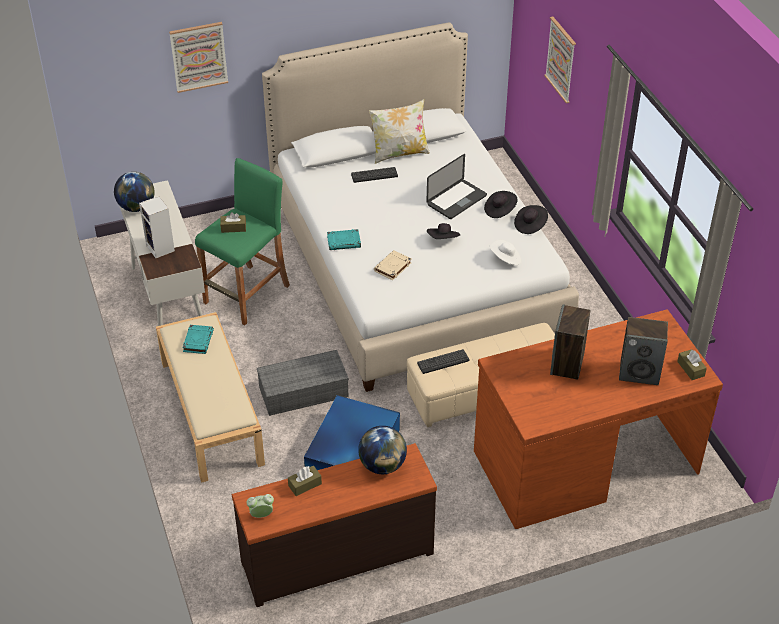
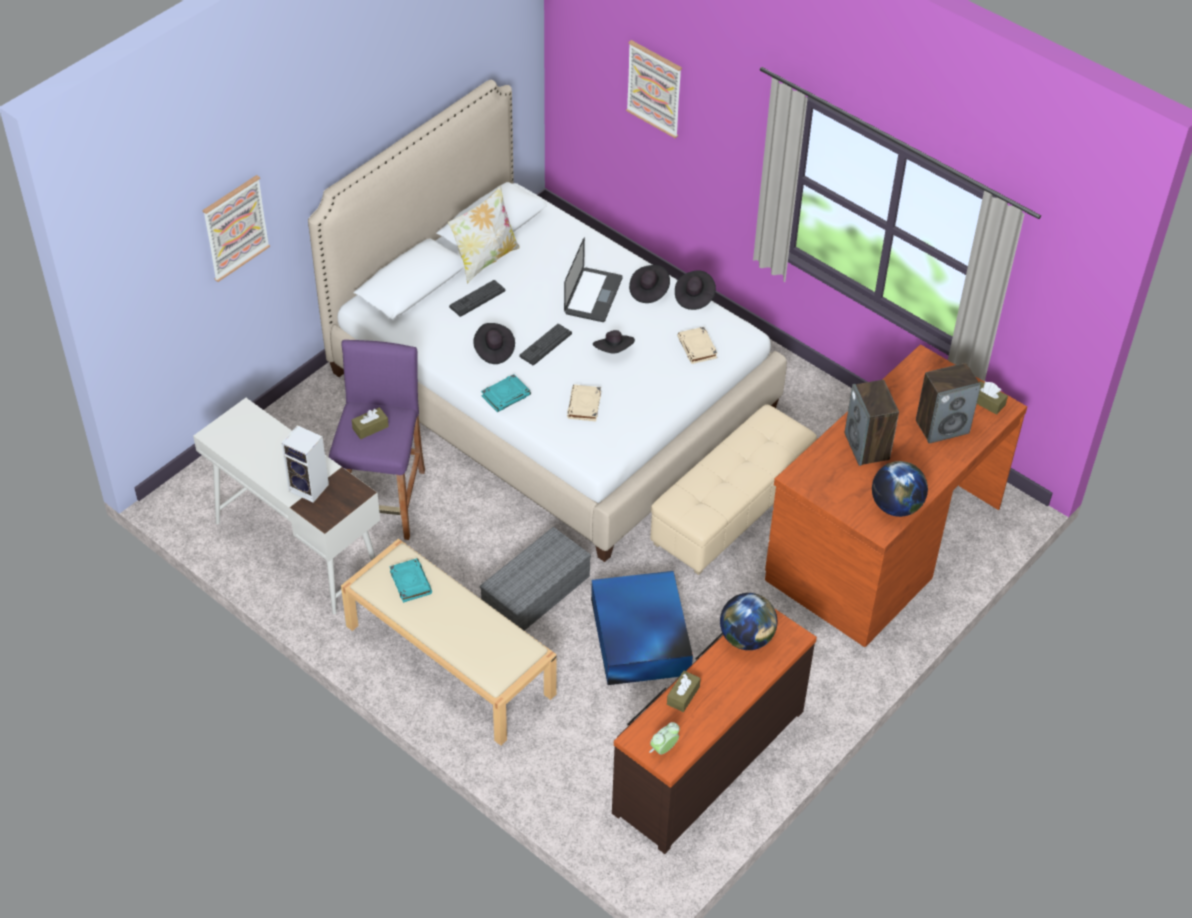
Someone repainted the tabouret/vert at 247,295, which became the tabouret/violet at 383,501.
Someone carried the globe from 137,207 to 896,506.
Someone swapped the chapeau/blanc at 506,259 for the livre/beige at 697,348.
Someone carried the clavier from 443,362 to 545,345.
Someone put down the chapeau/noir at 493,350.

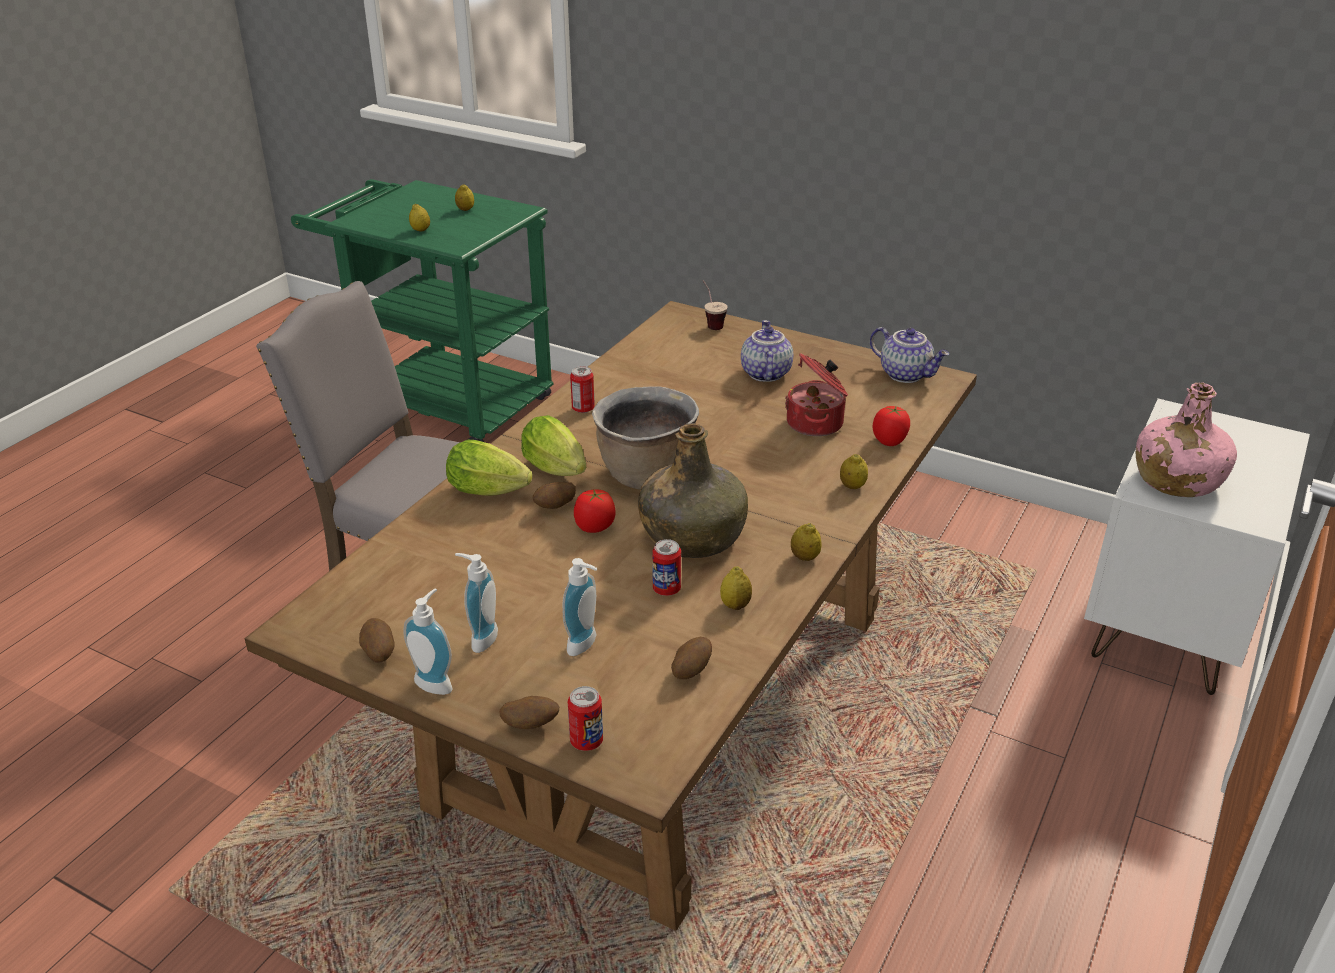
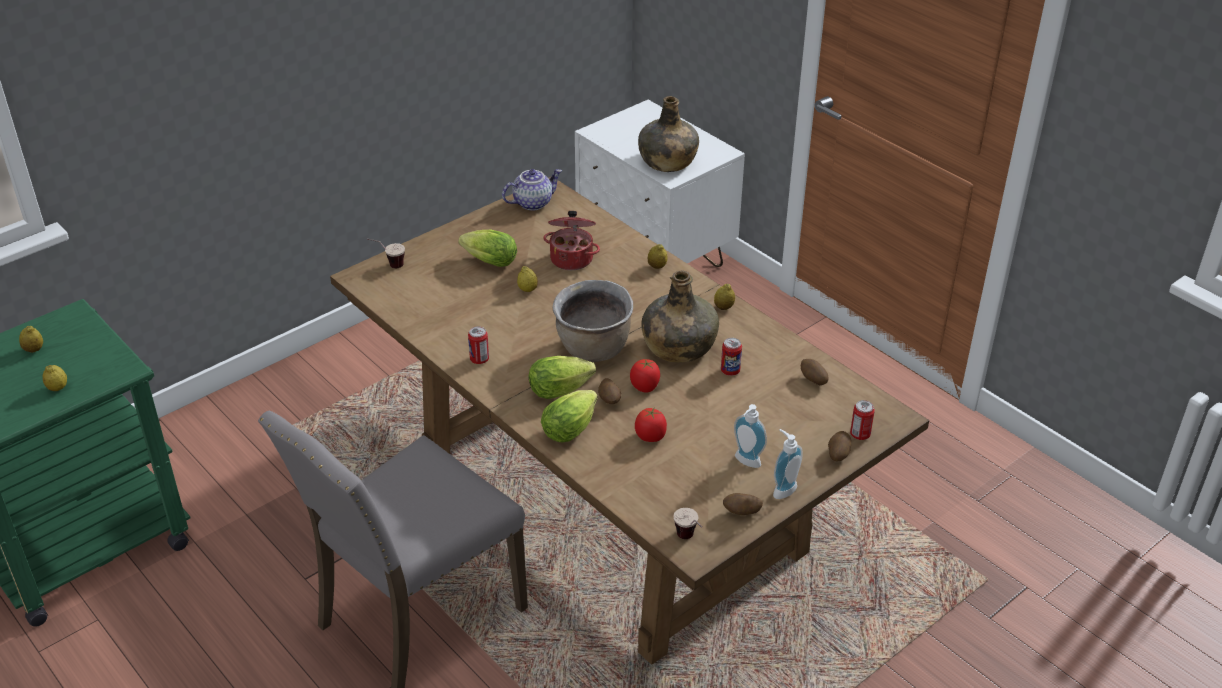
Someone swapped the théière at 764,373 for the laitue at 487,261.
Someone repainted the bouteille/rose at 1176,480, which became the bouteille/vert at 667,161.
Someone carried the tomate from 889,441 to 650,436.
Someone took away the distributeur de savon at 586,645.
Someone carried the citron from 735,605 to 527,290.
Someone put down the tasse at 689,540.

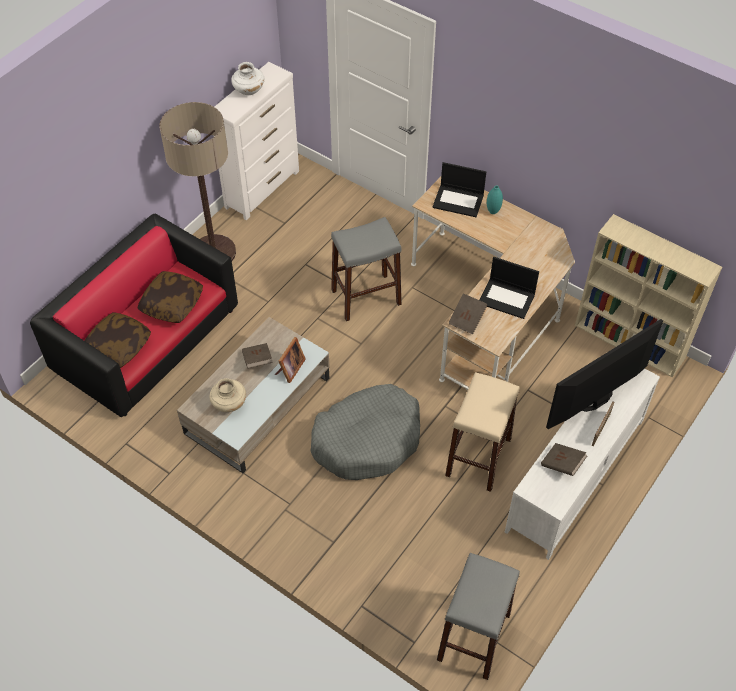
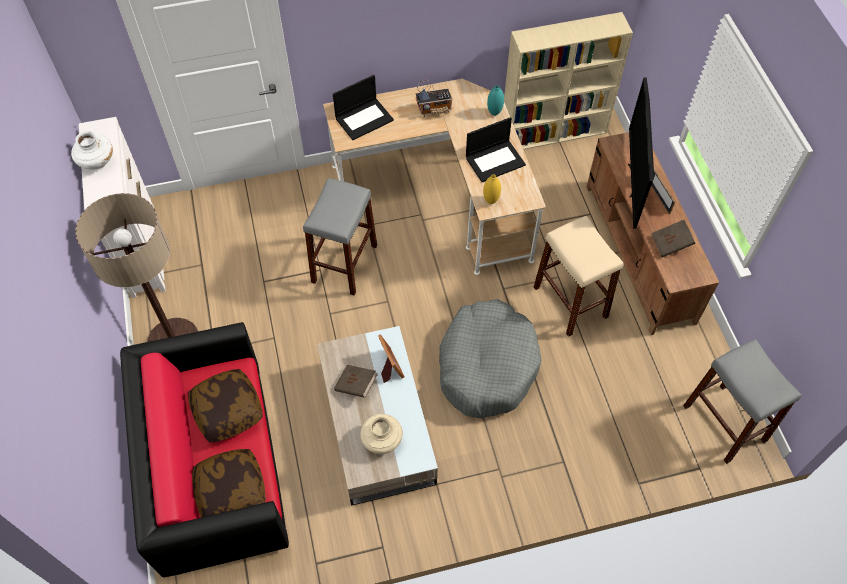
Someone carried the vase/turquoise from 493,211 to 494,112.
Someone swapped the livre/marron at 467,319 for the vase/jaune at 491,200.
Someone repainted the meuble télé/blanc at 575,475, which became the meuble télé/marron at 639,253.
Someone put down the radio at 434,109.

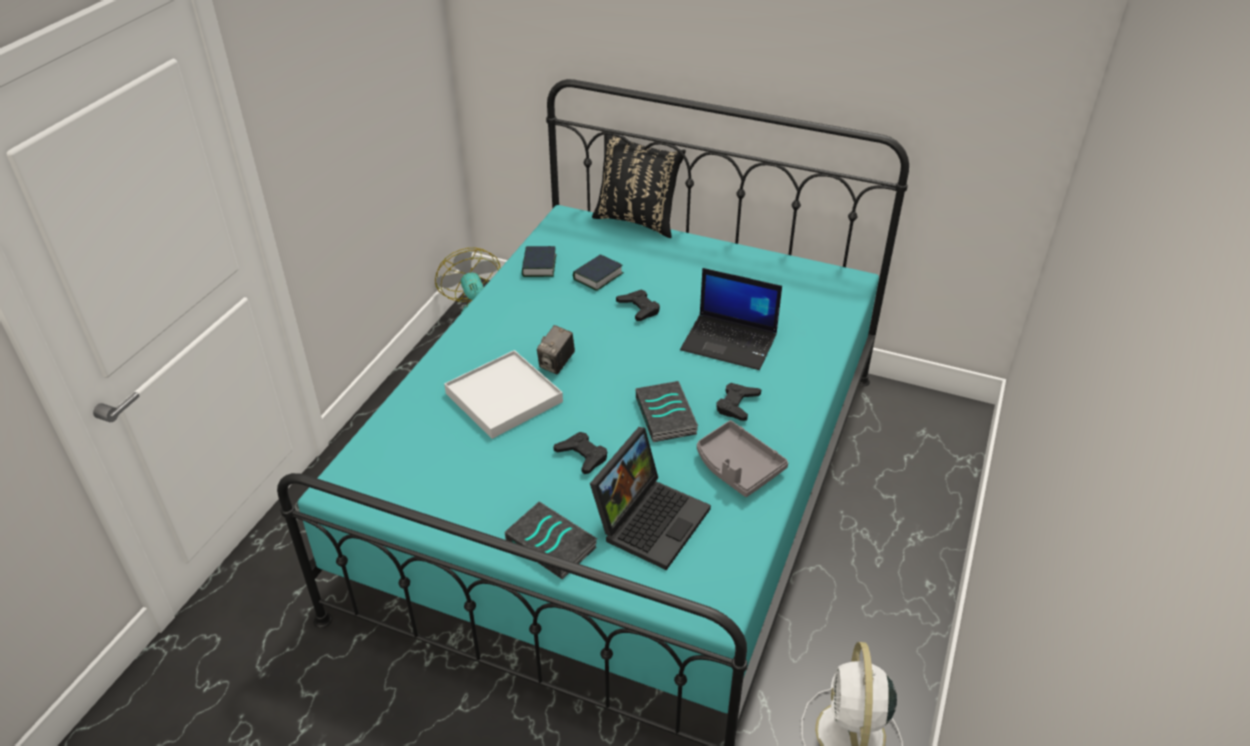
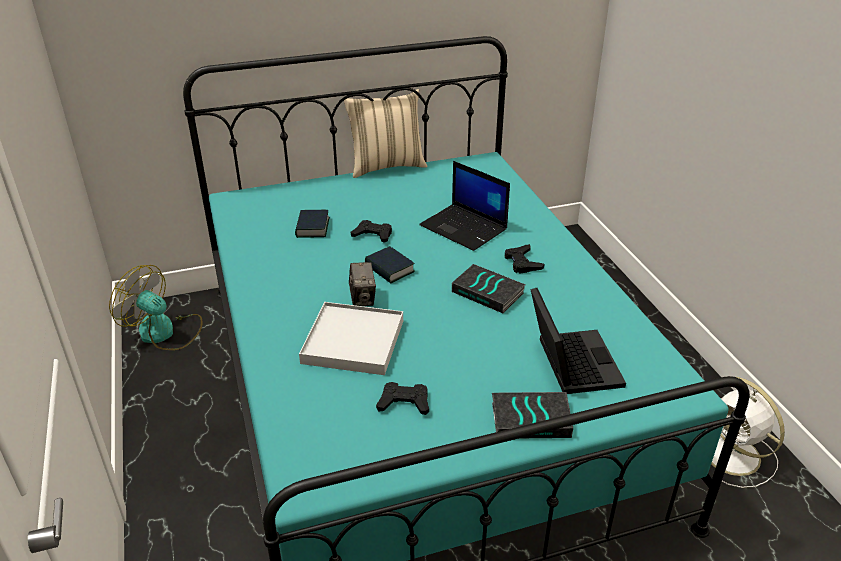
Someone took away the coussin/noir at 637,220.
Someone carried the livre from 539,266 to 389,269.
Someone rotated the ordinateur portable at 730,342 by 60 degrees clockwise.
Someone took away the plateau/gris at 737,467.
Someone carried the manette/noir from 582,456 to 404,402.
Someone put down the coussin/beige at 386,166.

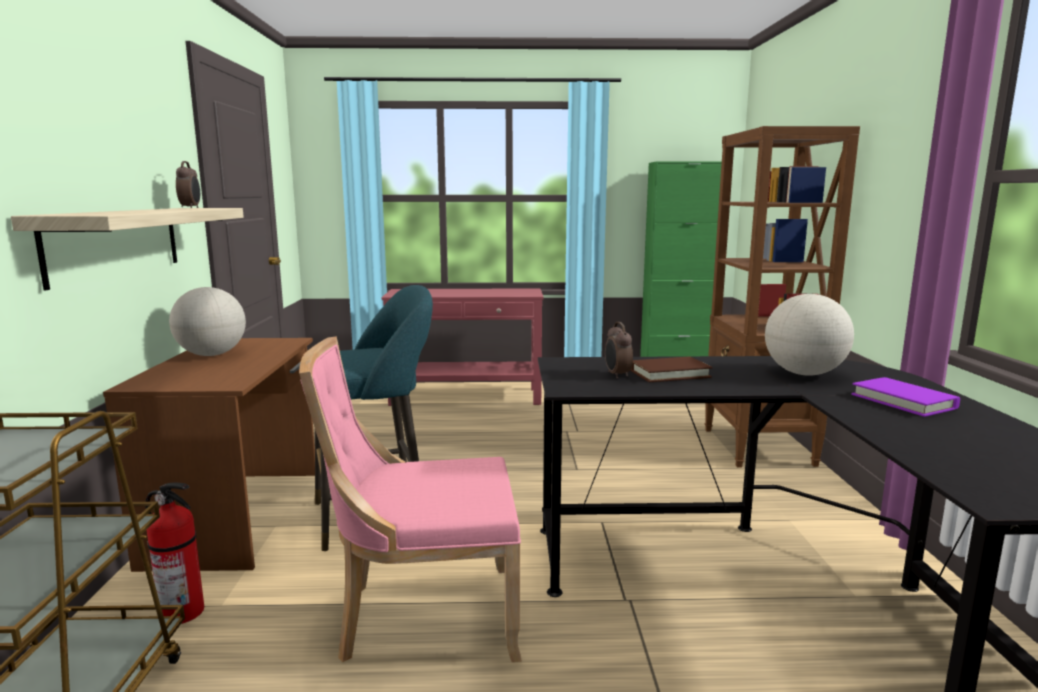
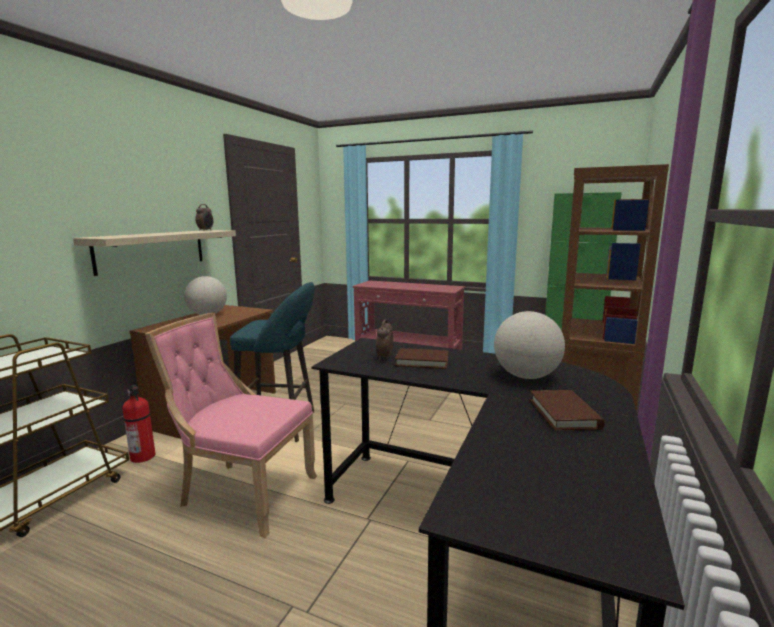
Someone repainted the livre/violet at 903,401, which became the livre/marron at 564,414.

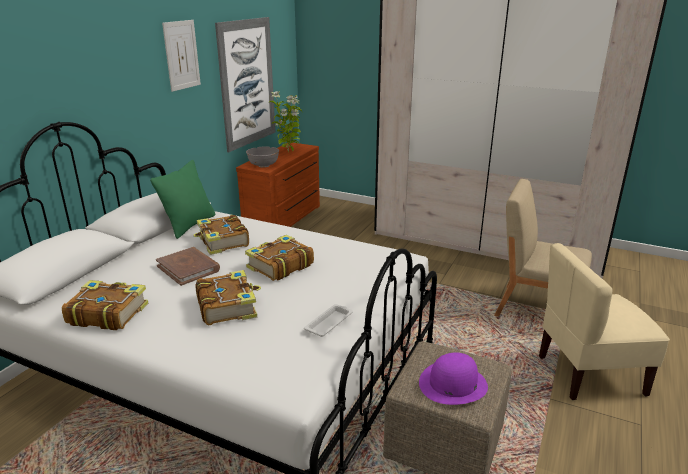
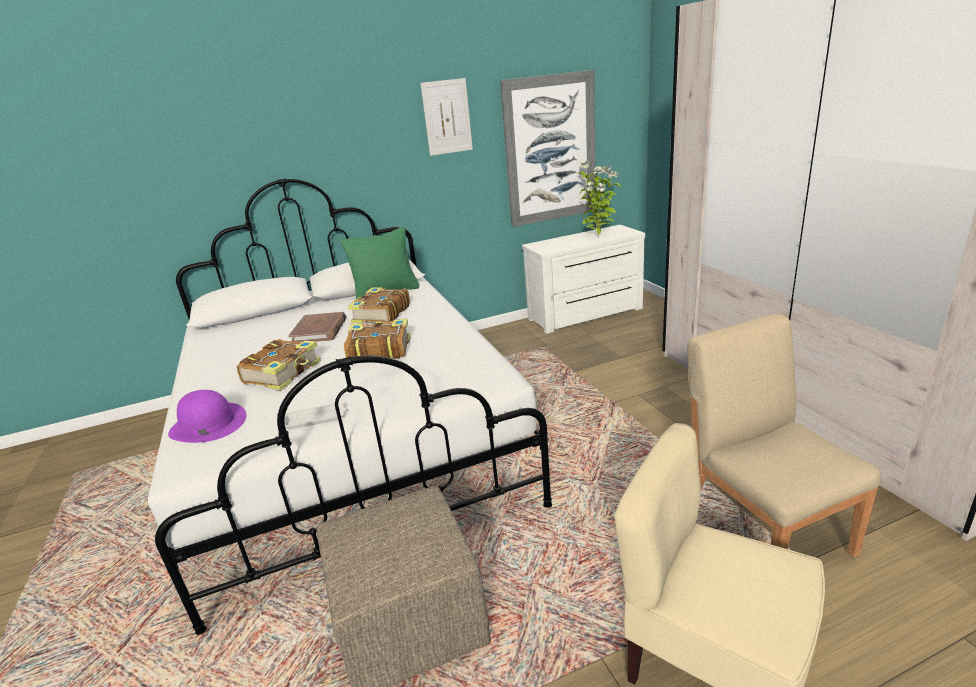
Someone repainted the commode/marron at 285,219, which became the commode/blanc at 586,314.
Someone took away the bol/gris at 263,165.
Someone took away the livre at 107,314.
Someone carried the chapeau/violet from 452,384 to 208,424.

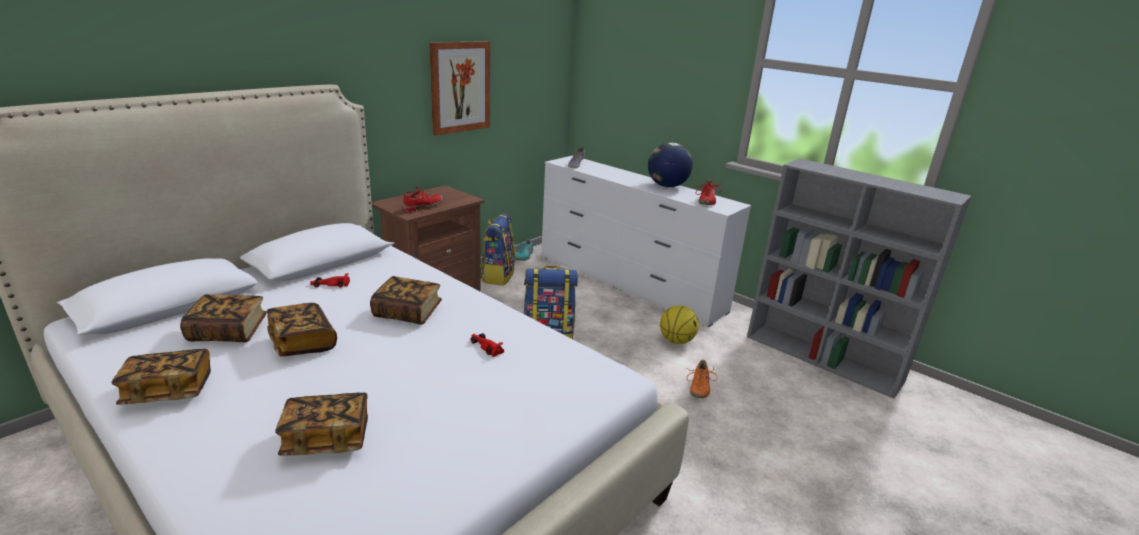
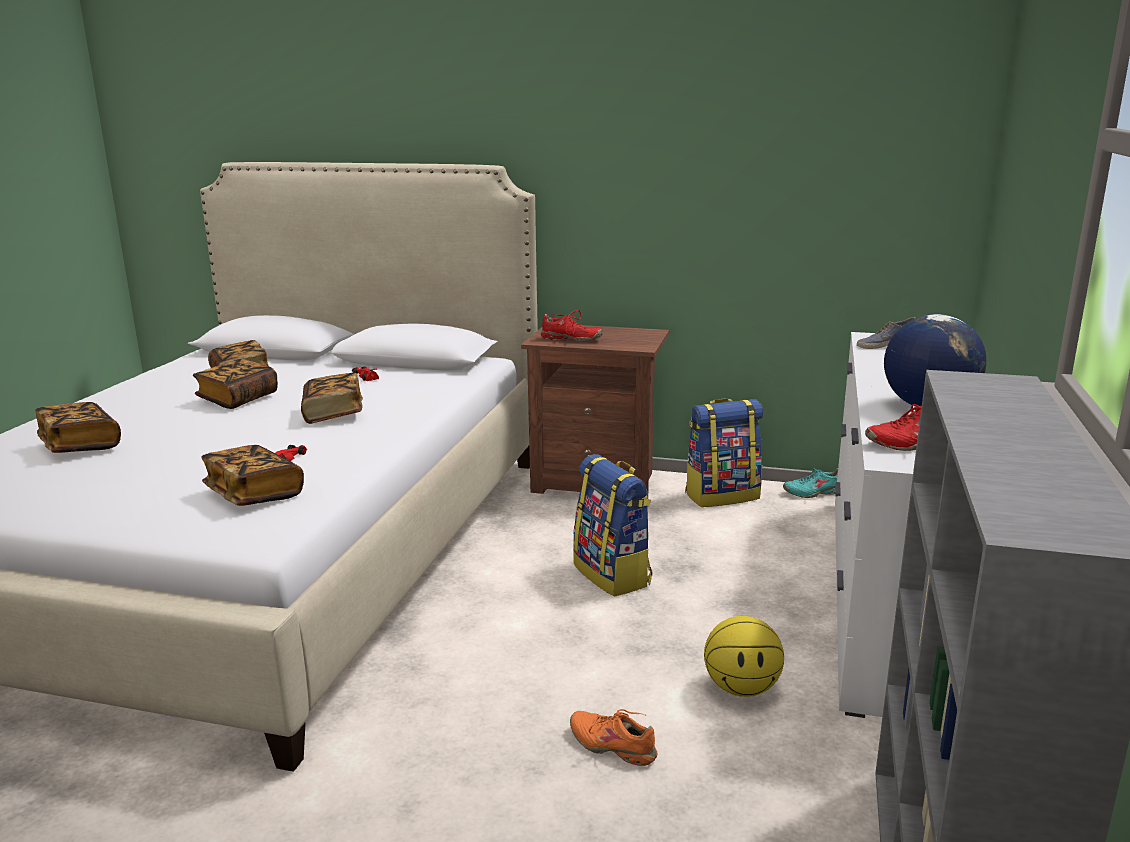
Someone took away the tableau at 460,87.
Someone carried the livre from 169,391 to 254,494.
Someone rotated the chaussure/orange at 699,387 by 45 degrees clockwise.

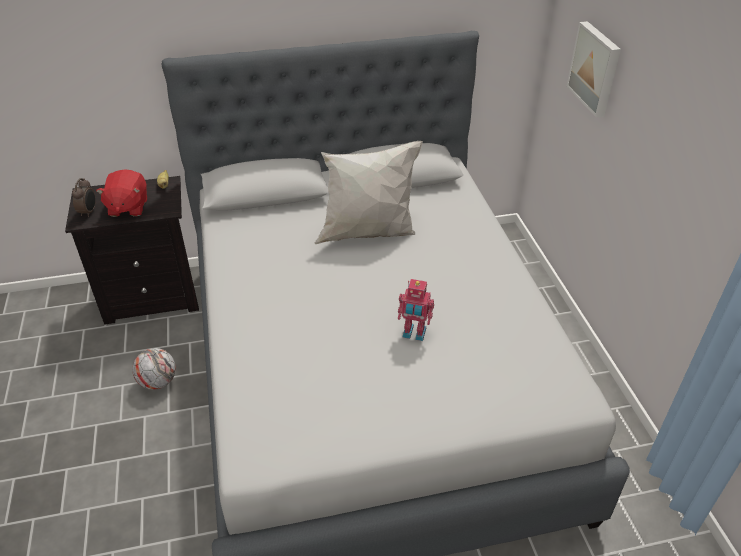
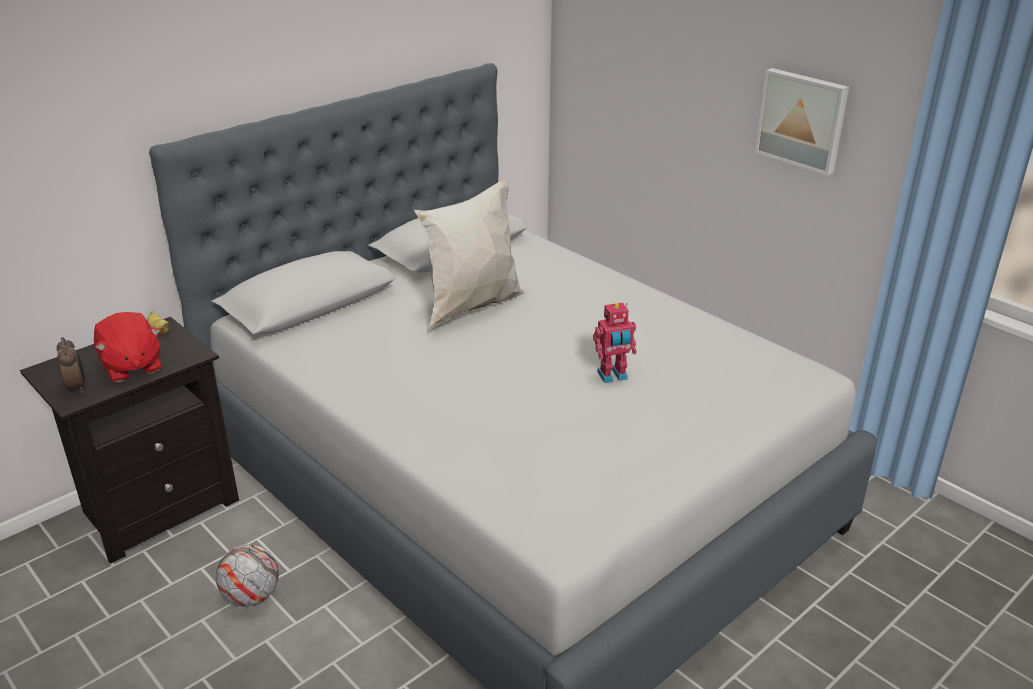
Someone carried the tableau from 595,68 to 802,120.

